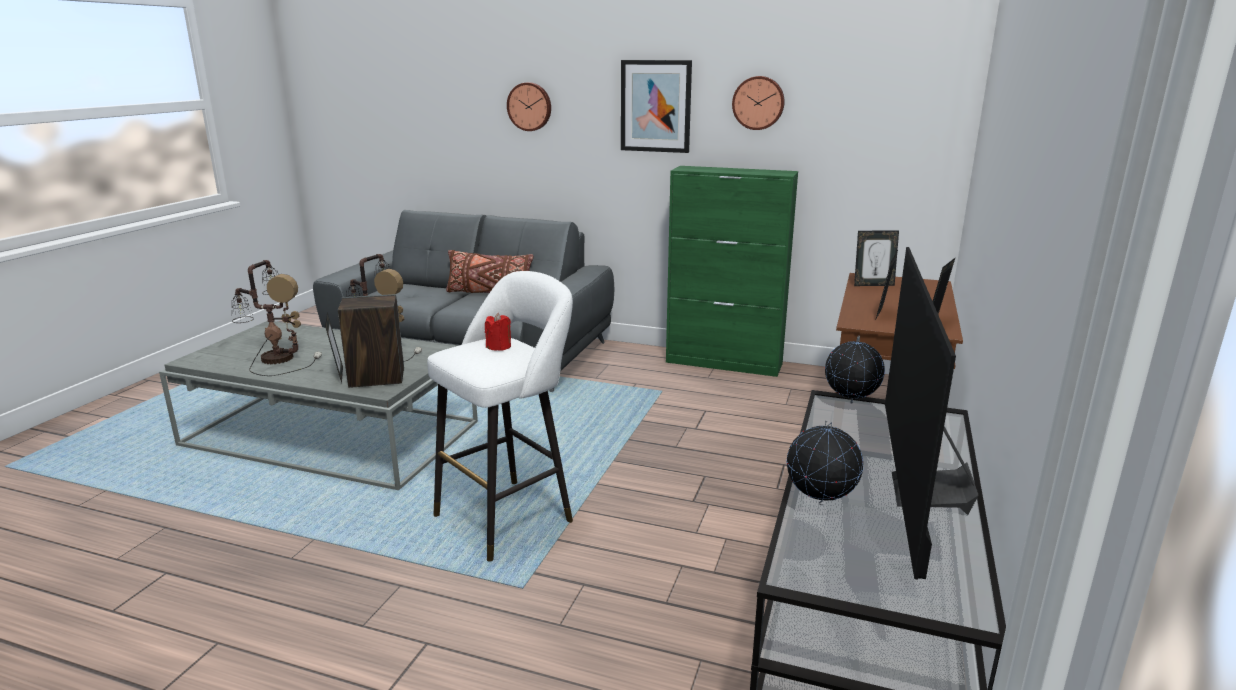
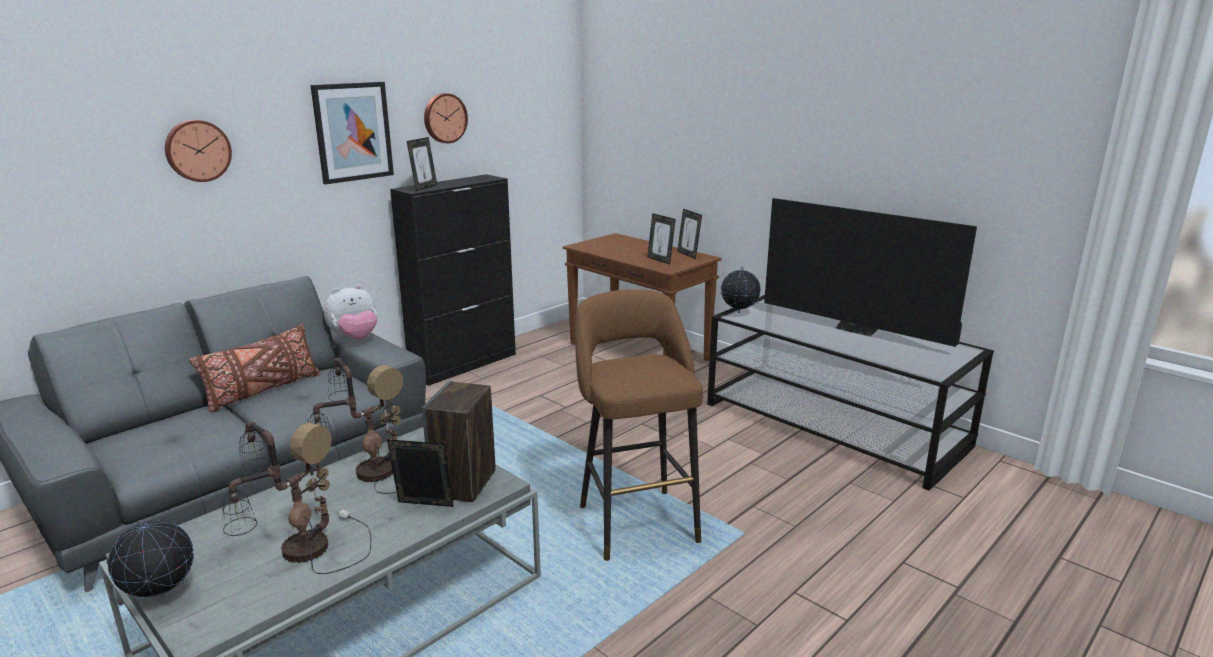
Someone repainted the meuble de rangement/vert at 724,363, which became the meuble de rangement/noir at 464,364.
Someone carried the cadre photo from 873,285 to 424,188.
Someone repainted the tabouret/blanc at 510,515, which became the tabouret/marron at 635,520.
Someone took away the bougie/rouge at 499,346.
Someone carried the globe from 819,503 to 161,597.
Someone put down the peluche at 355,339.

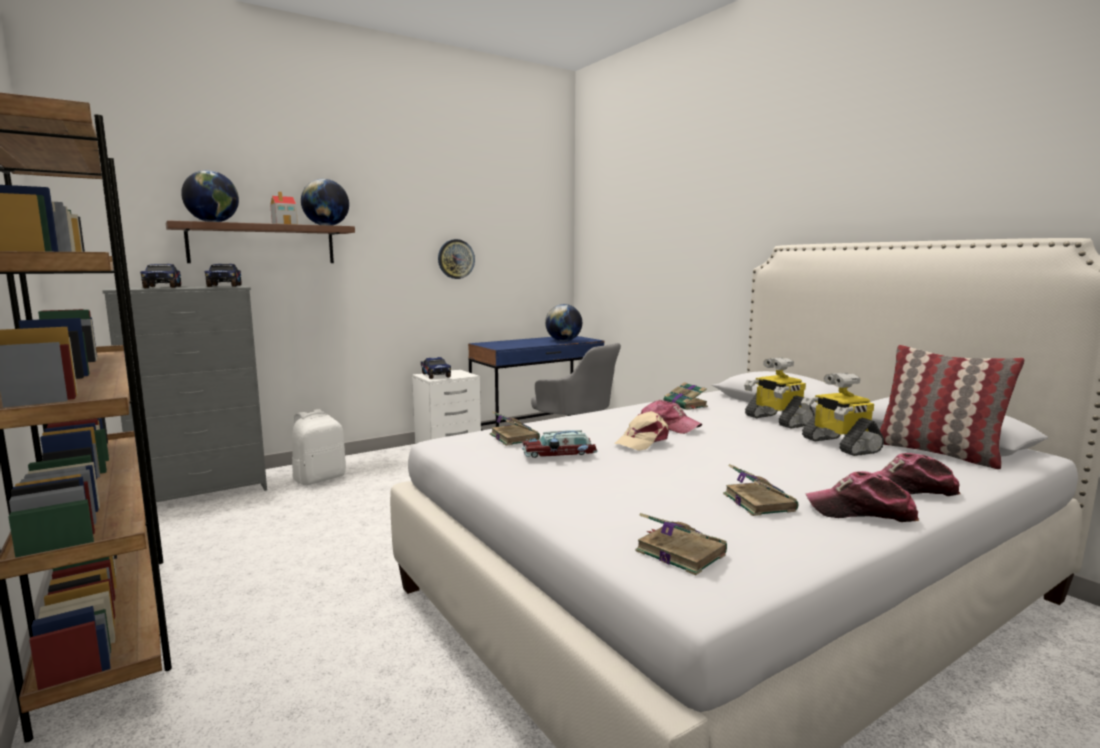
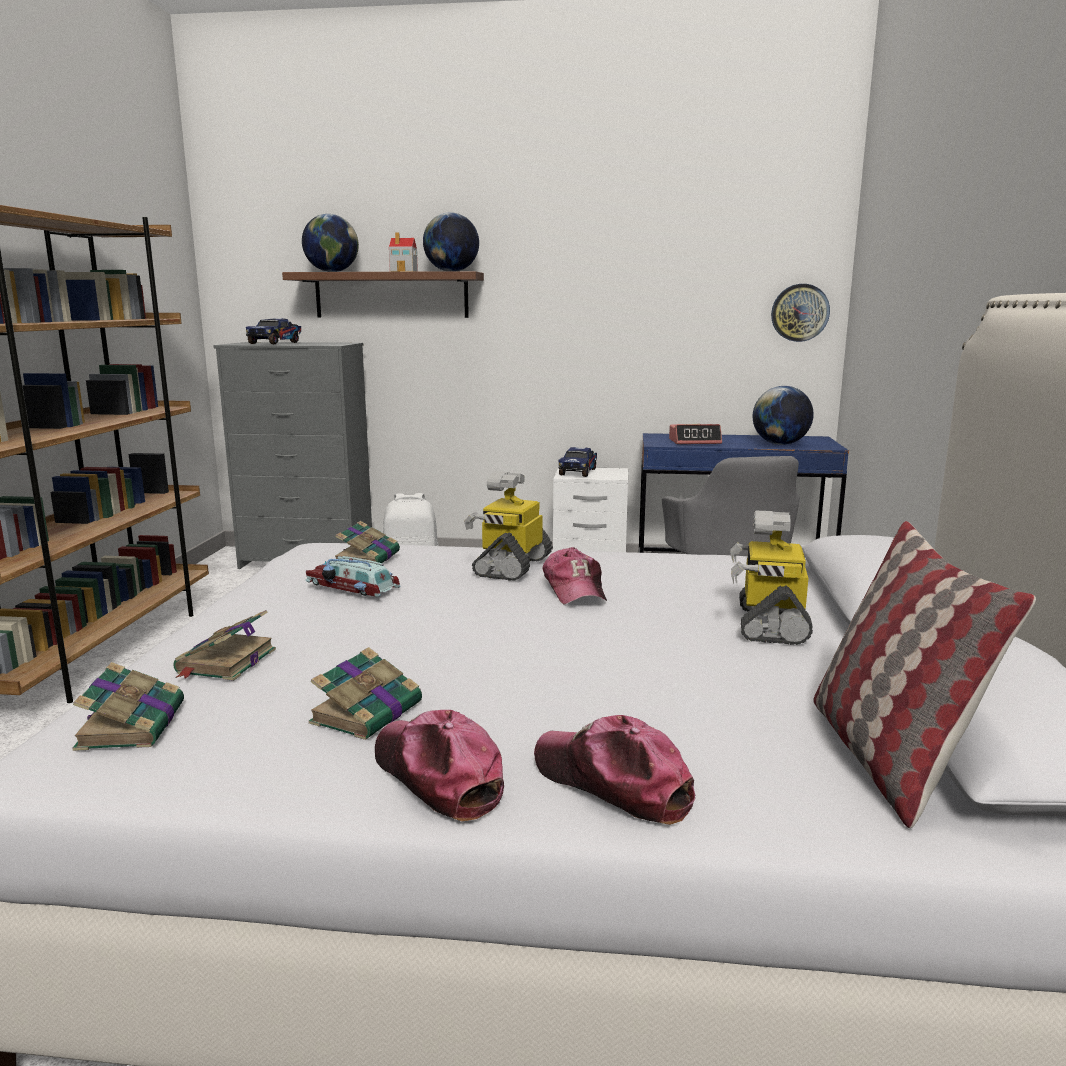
Someone carried the horloge murale from 456,259 to 800,312.
Someone took away the camion jouet at 225,286.
Someone carried the robot jouet from 838,445 to 511,566.
Someone carried the livre from 686,405 to 225,662.
Someone took away the casquette/beige at 642,441.
Someone put down the réveil at 695,441.

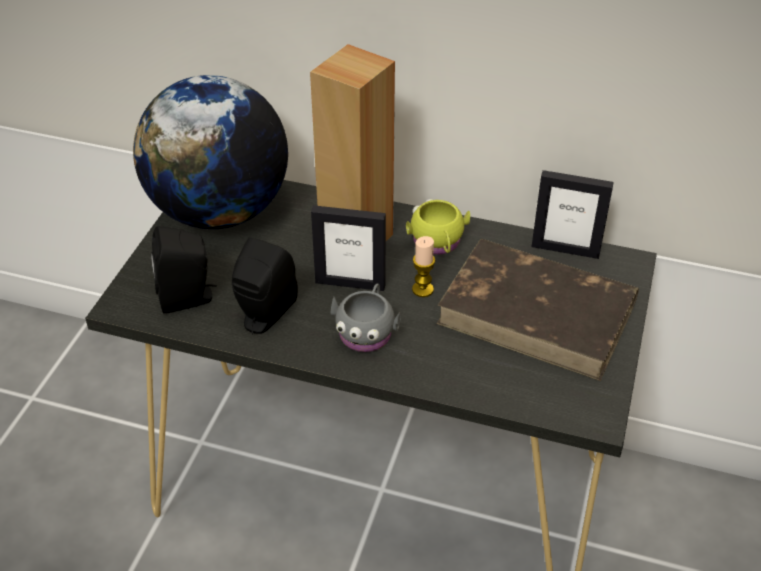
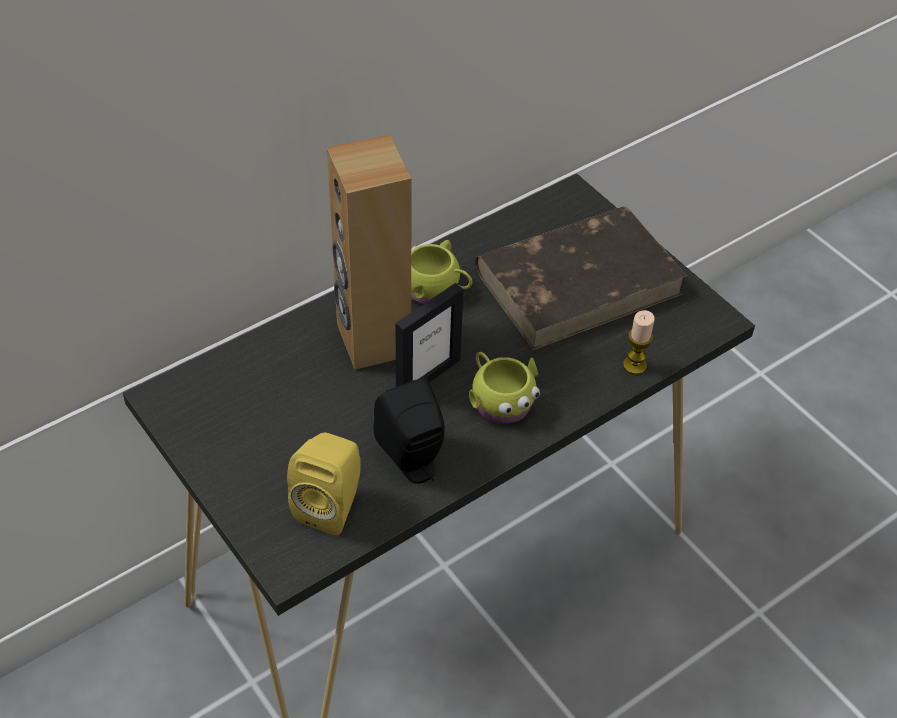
Someone took away the globe at 220,212.
Someone took away the cadre photo at 565,249.
Someone repainted the enceinte/noir at 188,298, which became the enceinte/jaune at 331,505.
Someone carried the bougie from 422,289 to 634,365.
Someone repainted the mug/gris at 367,331, which became the mug/jaune at 499,400.

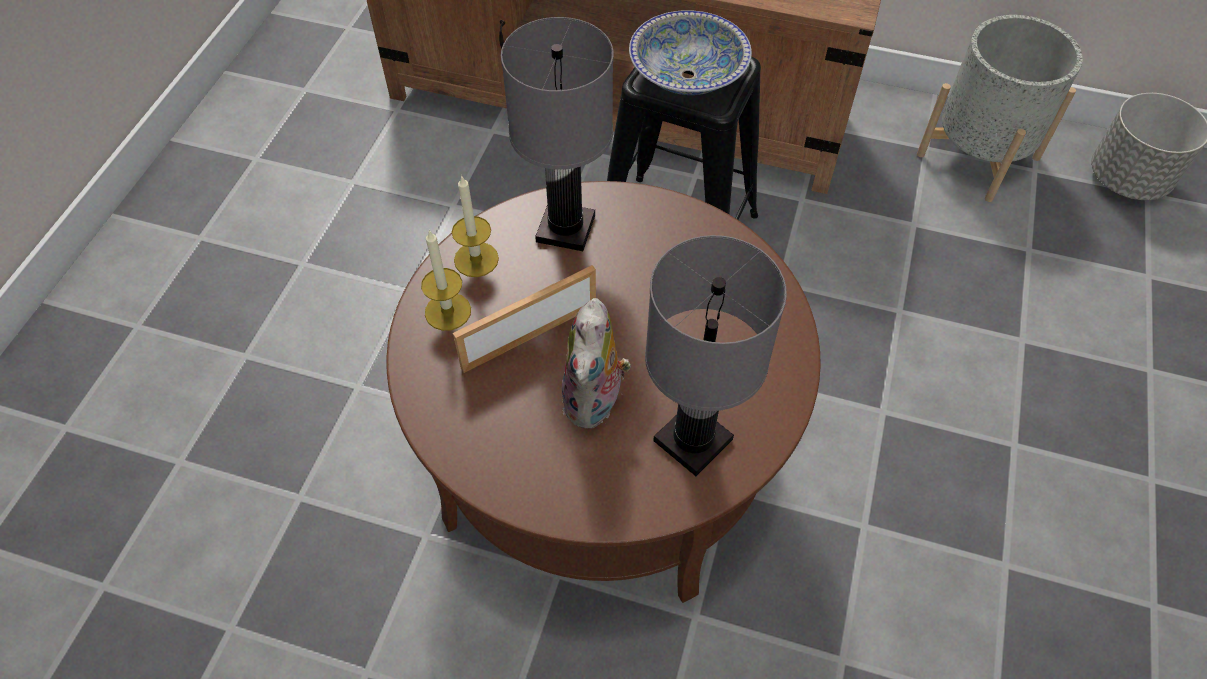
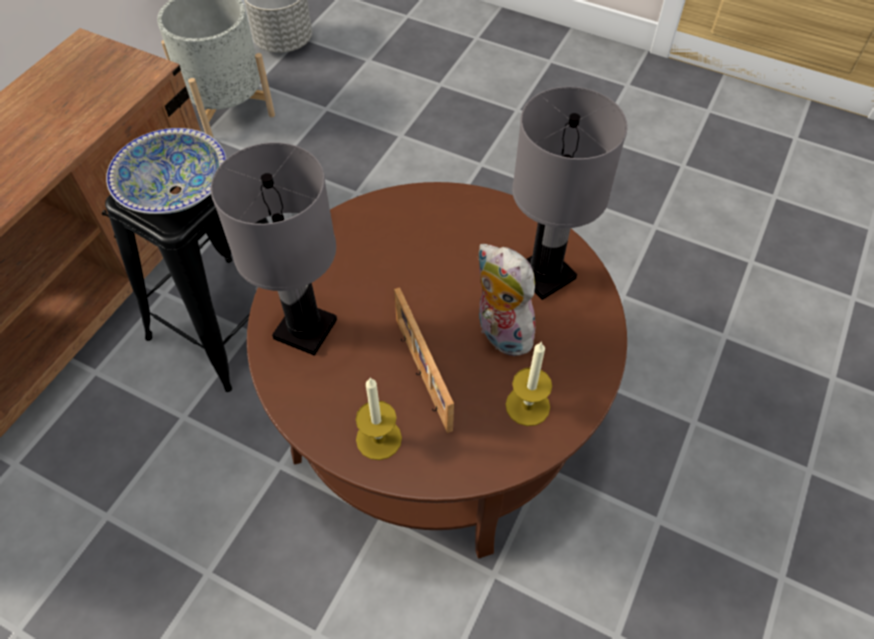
Someone carried the bougie from 476,259 to 527,406.
Someone rotated the peluche at 595,401 by 150 degrees counterclockwise.

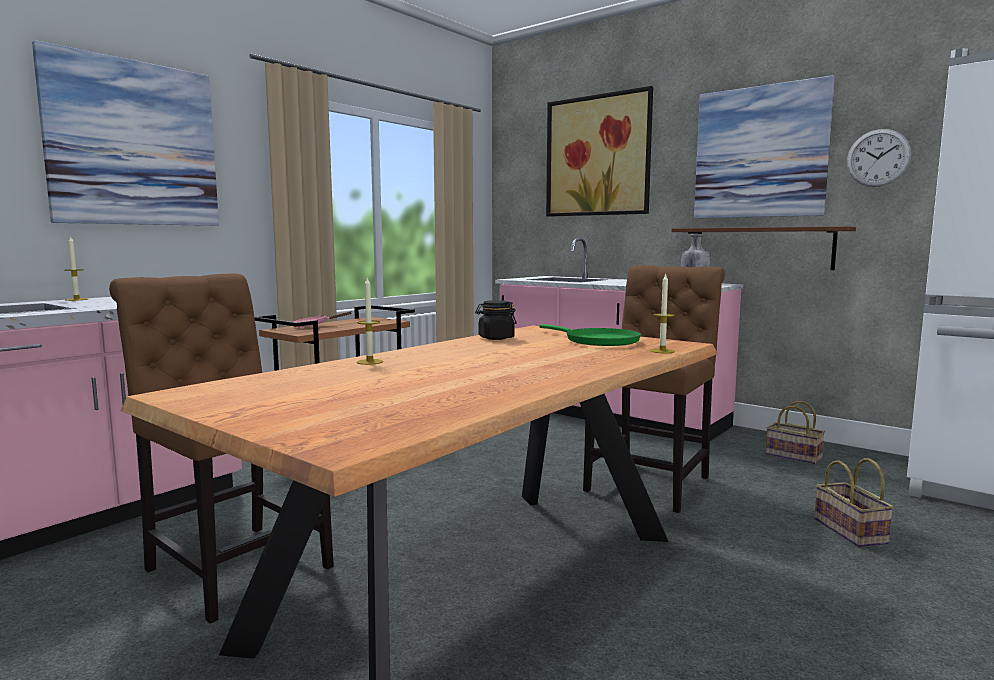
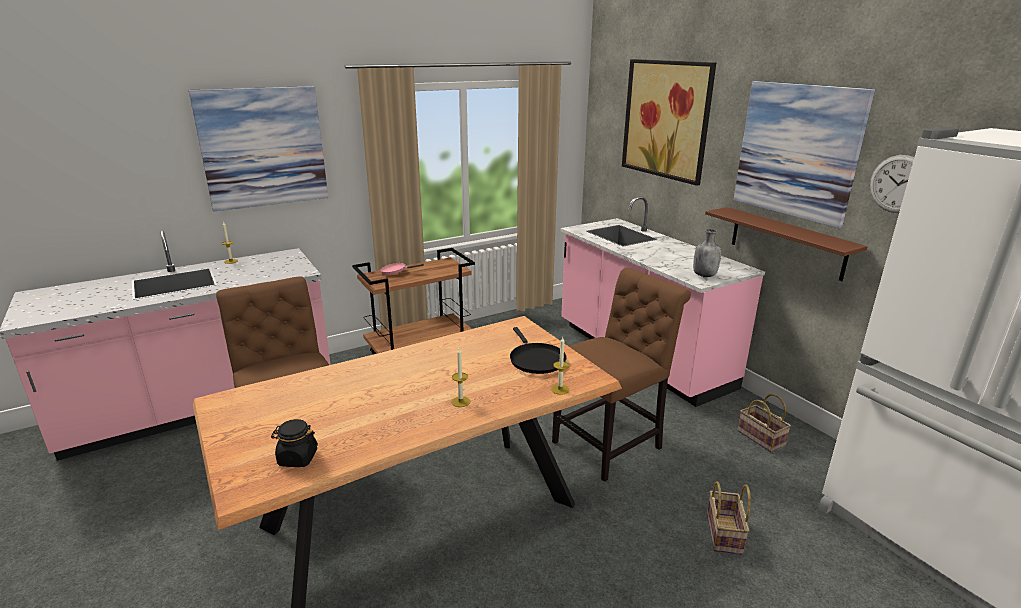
Someone carried the bougie from 369,362 to 460,401.
Someone carried the bocal/noir from 496,338 to 297,458.
Someone repainted the poêle/vert at 598,341, which became the poêle/noir at 535,360.

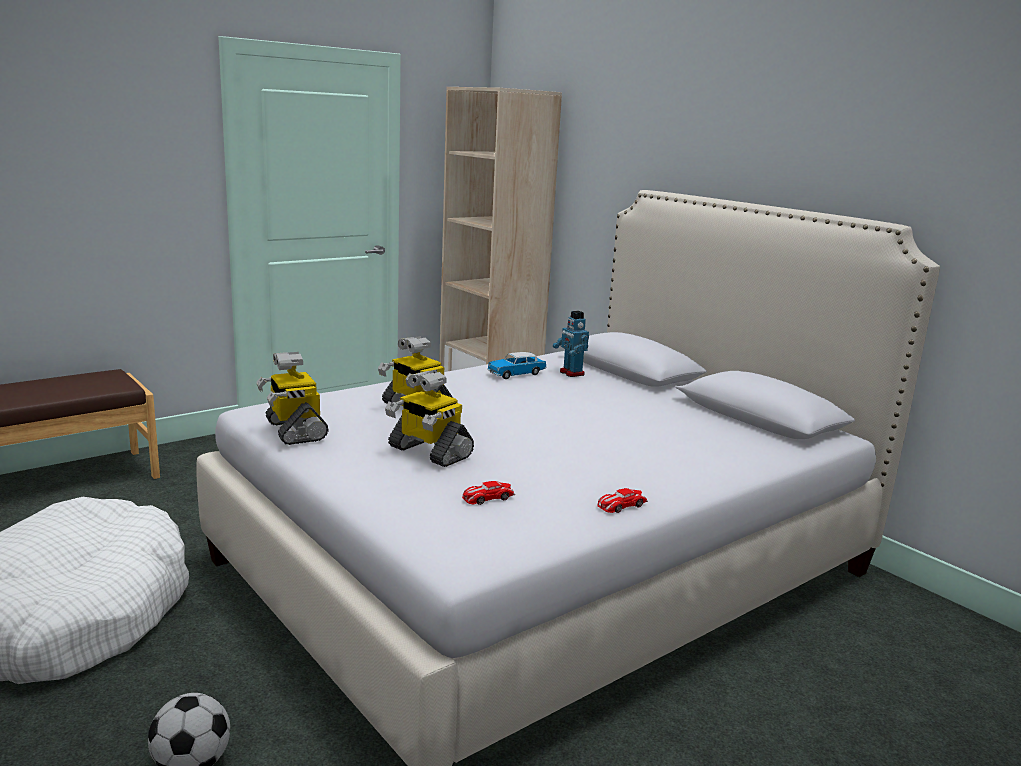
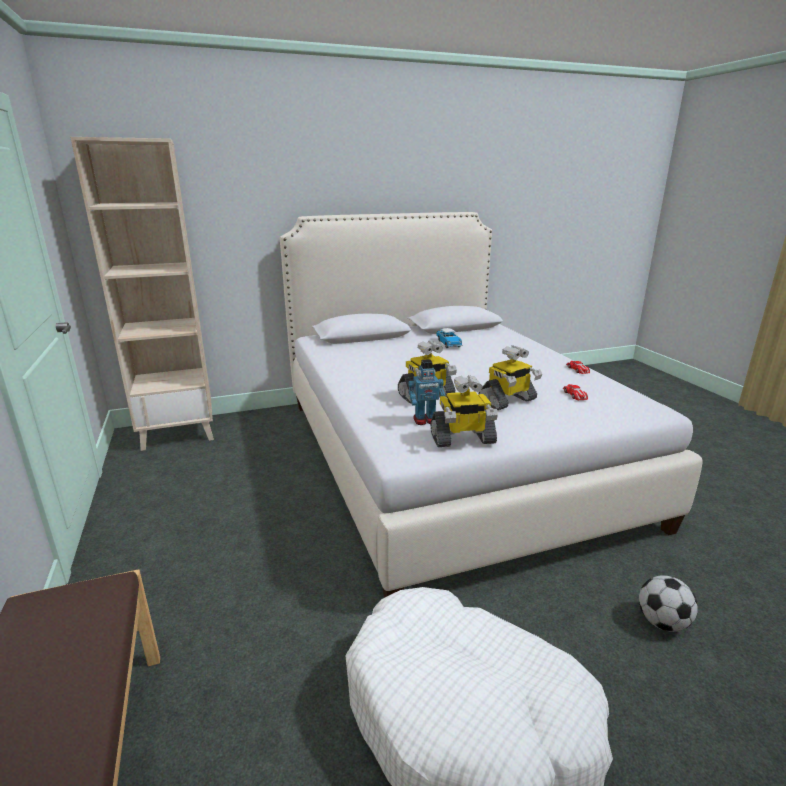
Someone carried the robot jouet from 571,373 to 425,420.
Someone carried the petite voiture from 516,374 to 448,344.

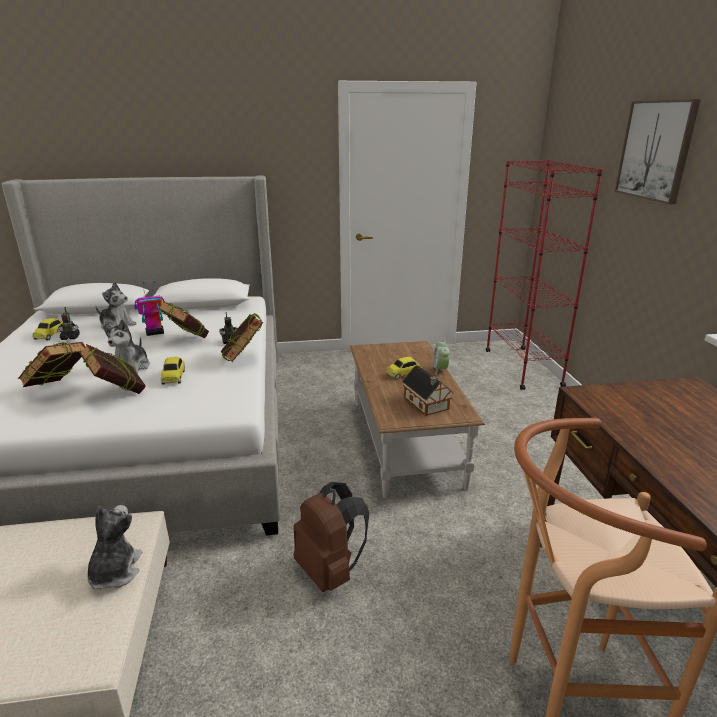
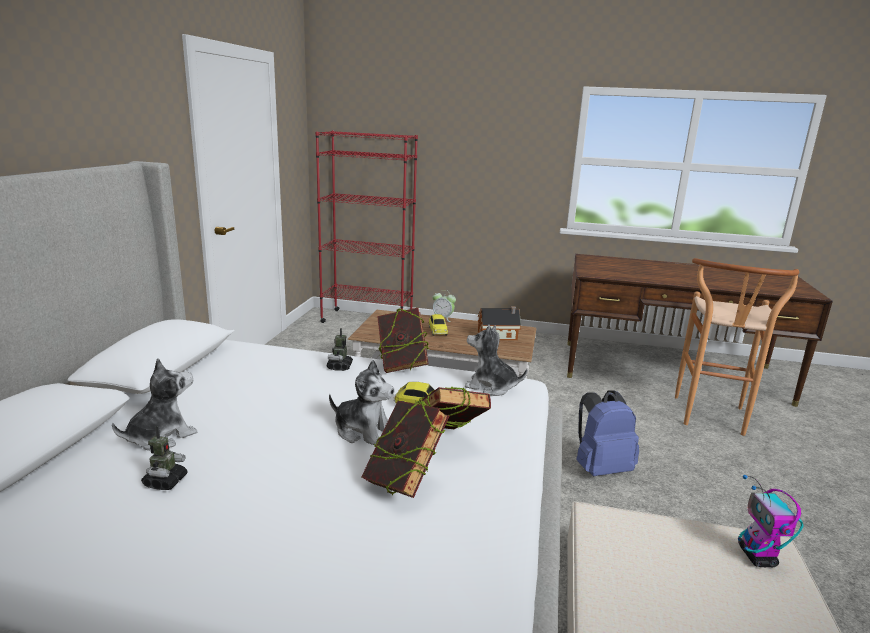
Someone took away the tableau at 655,150.
Someone carried the robot jouet from 154,333 to 758,558.
Someone took away the livre at 187,341.
Someone took away the petite voiture at 50,335.
Someone repainted the sac à dos/marron at 330,571, which became the sac à dos/bleu at 600,468.
Someone carried the peluche from 115,572 to 491,387.

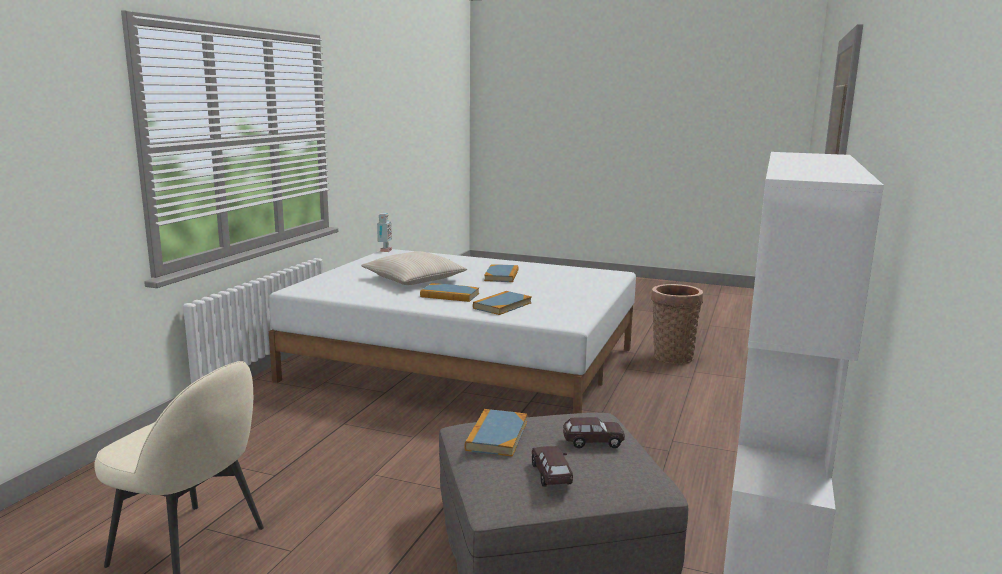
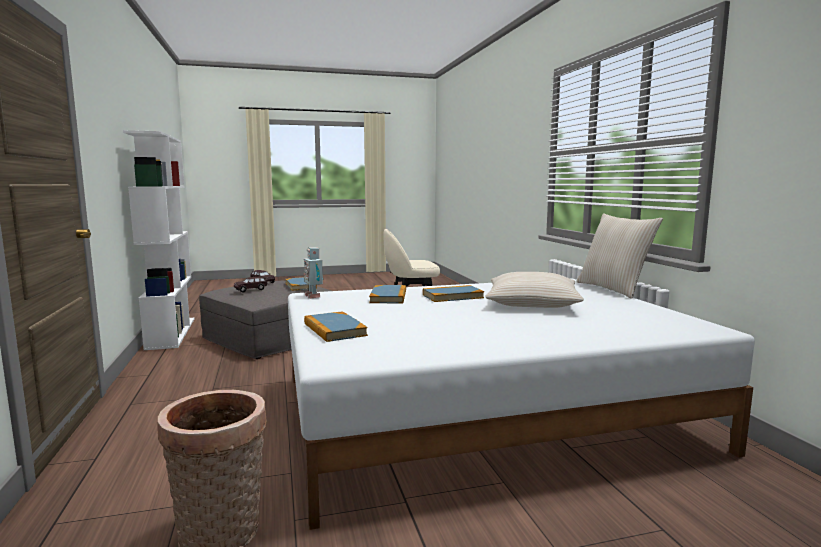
Someone carried the robot jouet from 384,251 to 314,296.
Someone carried the livre from 501,276 to 334,329.
Someone put down the coussin/beige at 613,289.

